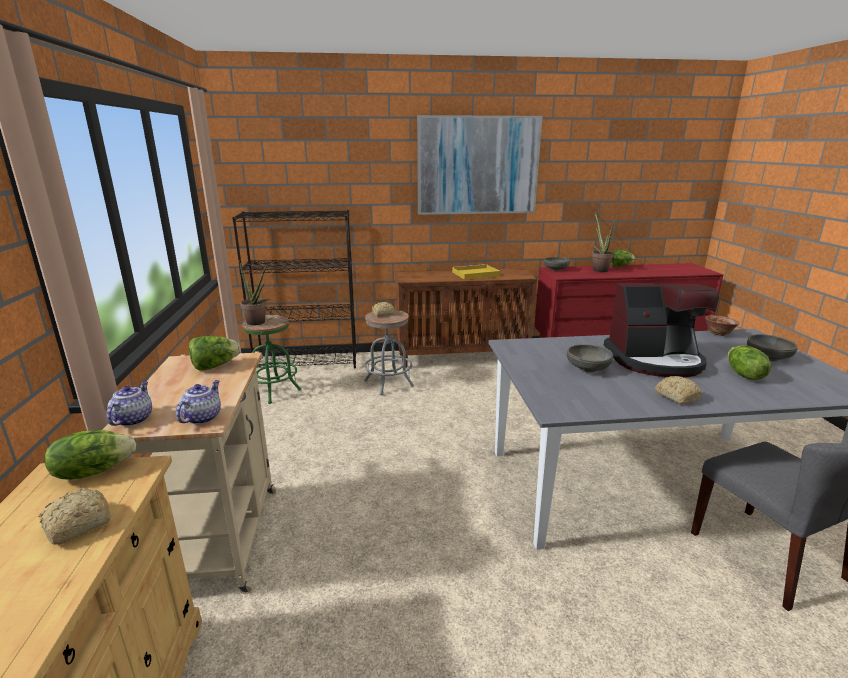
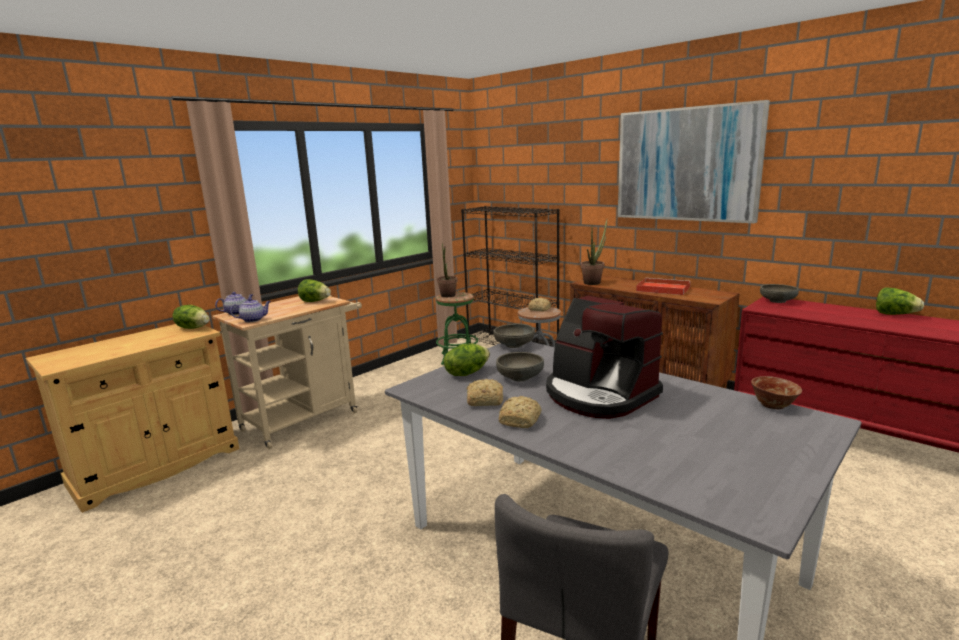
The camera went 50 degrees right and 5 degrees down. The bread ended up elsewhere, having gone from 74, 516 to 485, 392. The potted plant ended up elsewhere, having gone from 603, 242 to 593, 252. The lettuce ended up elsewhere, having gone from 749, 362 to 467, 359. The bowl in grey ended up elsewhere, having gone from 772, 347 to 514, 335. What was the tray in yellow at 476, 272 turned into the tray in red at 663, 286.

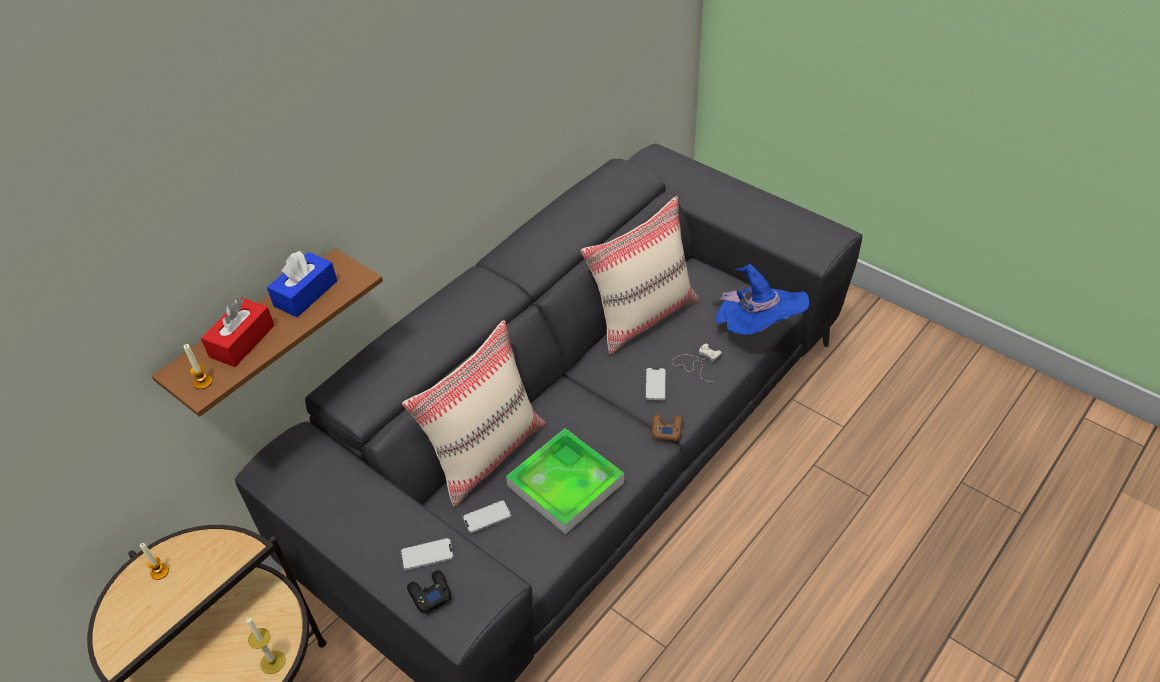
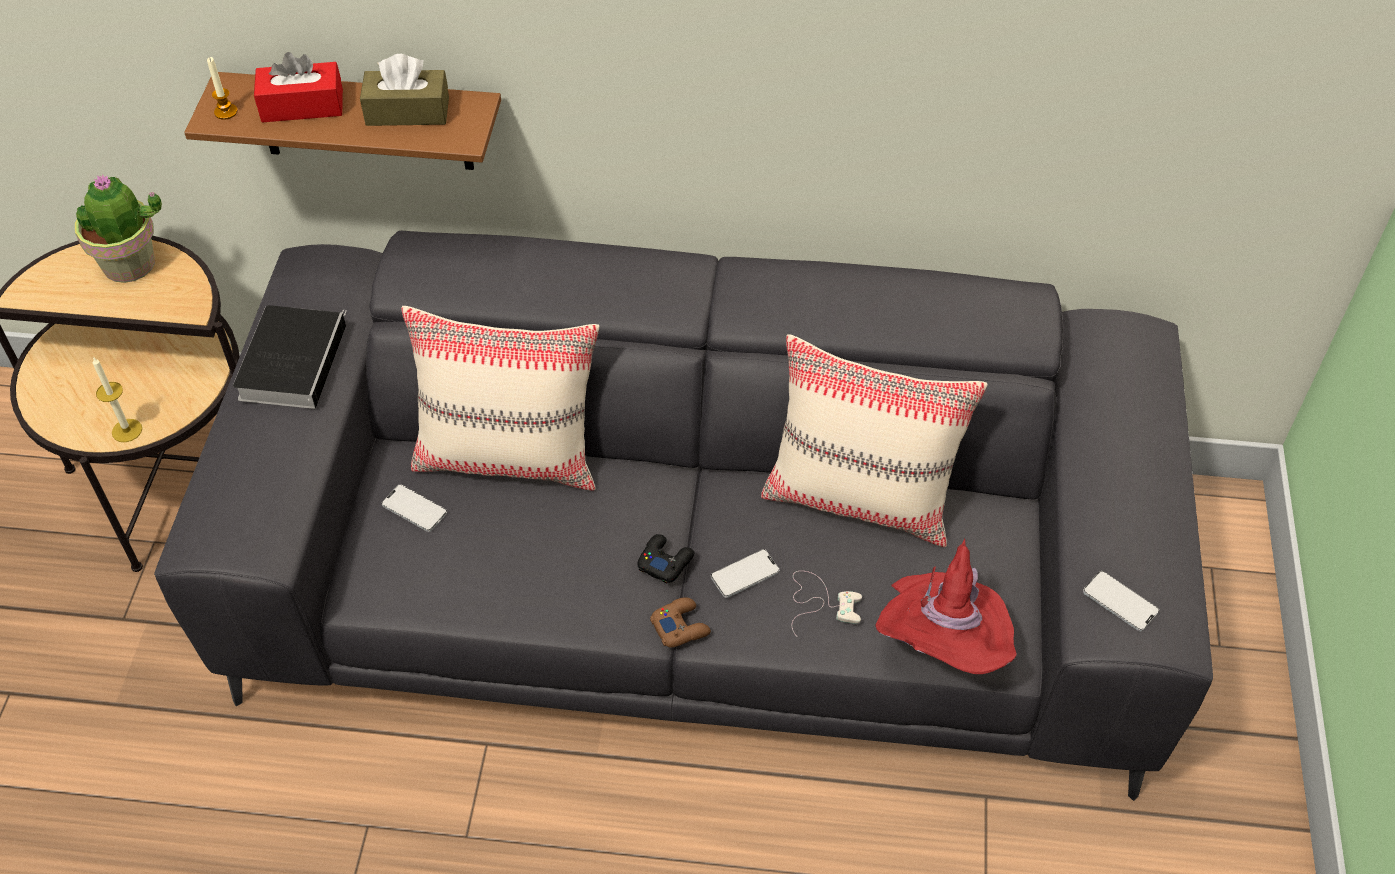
The camera went 55 degrees right and 5 degrees up. The second view lost the tray at 565, 481. The second view gained the book at 290, 357. The phone ended up elsewhere, having gone from 427, 554 to 1121, 601. The game controller in black ended up elsewhere, having gone from 429, 592 to 665, 558. Where the candle stood at 154, 561, the potted plant came to stand at 118, 228. What was the tissue box in blue at 302, 284 turned into the tissue box in brown at 404, 90. What was the hat in blue at 760, 299 turned into the hat in red at 946, 606.

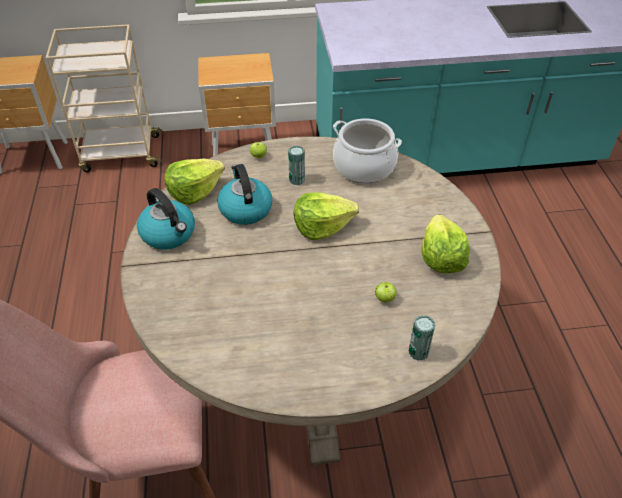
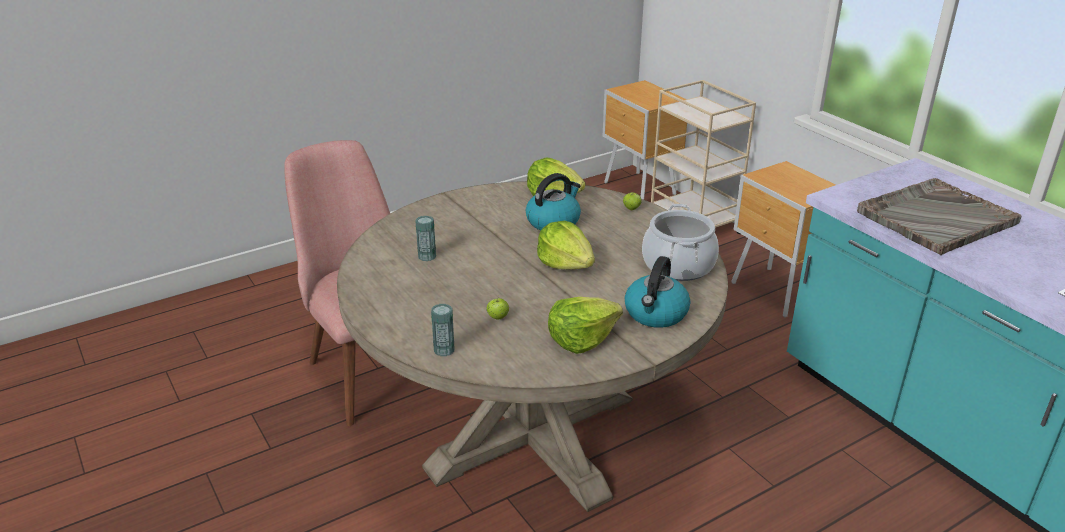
The camera went 65 degrees right and 15 degrees down. The second view gained the tray in grey at 939, 216. The kettle ended up elsewhere, having gone from 166, 219 to 657, 292. The can ended up elsewhere, having gone from 296, 165 to 425, 238.

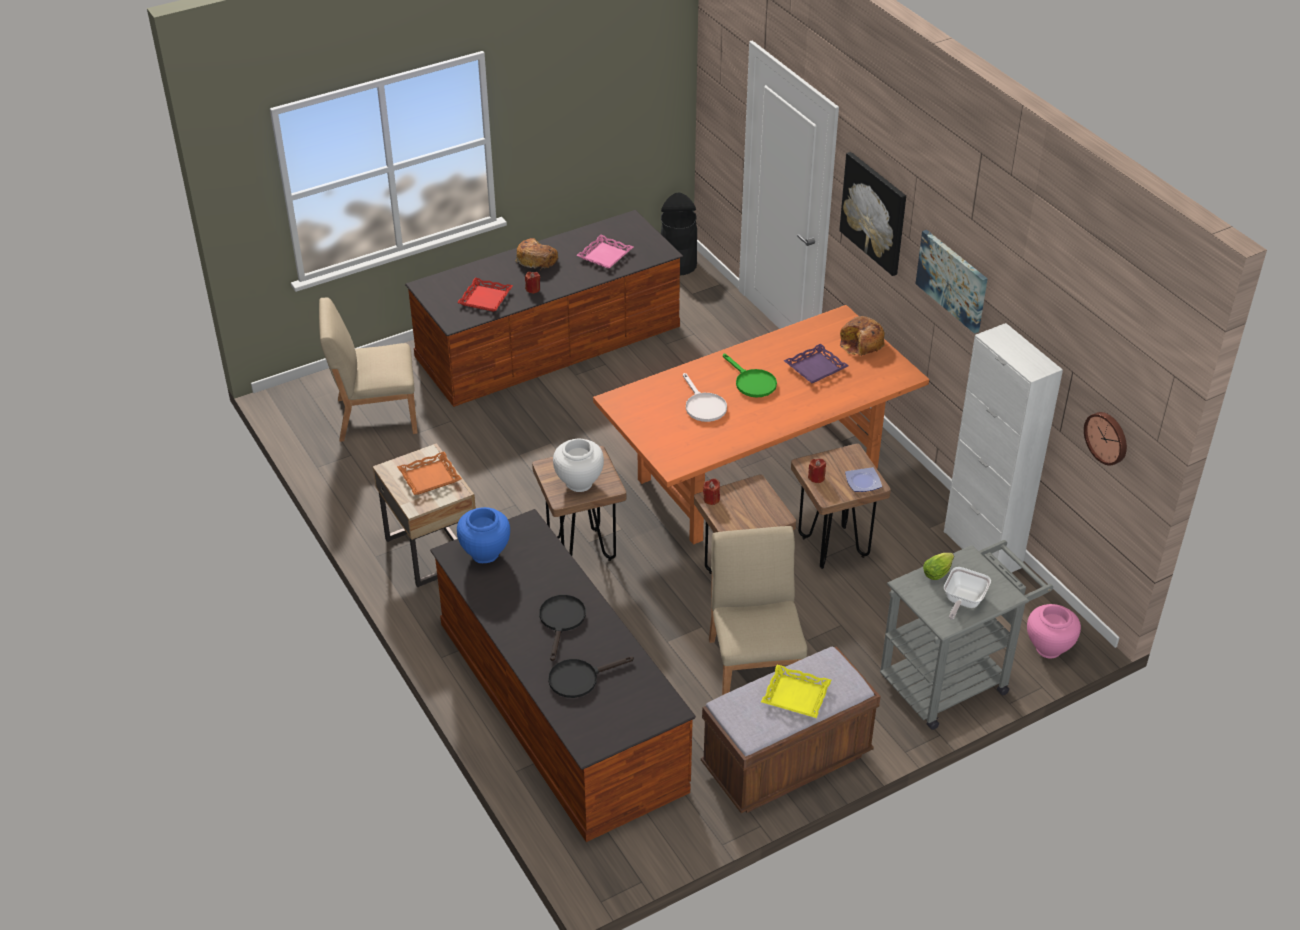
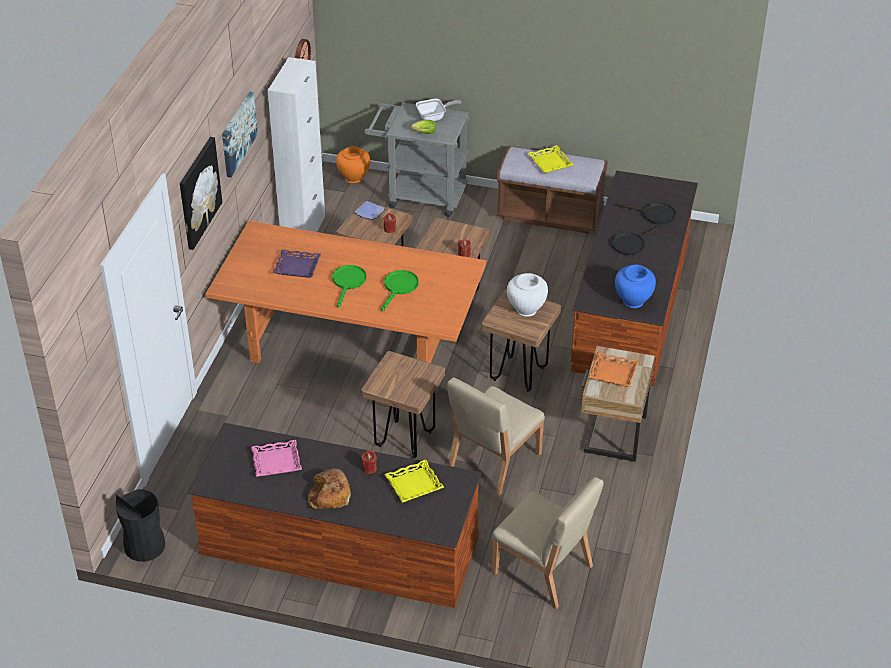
The camera went 135 degrees left and 0 degrees up. The second view lost the bread at 862, 336. The second view gained the stool in brown at 403, 404. The chair in beige ended up elsewhere, having gone from 758, 610 to 496, 436. What was the tray in red at 485, 295 turned into the tray in yellow at 414, 481. What was the frying pan in white at 705, 397 turned into the frying pan in green at 400, 290. What was the vase in pink at 1054, 631 turned into the vase in orange at 353, 165.

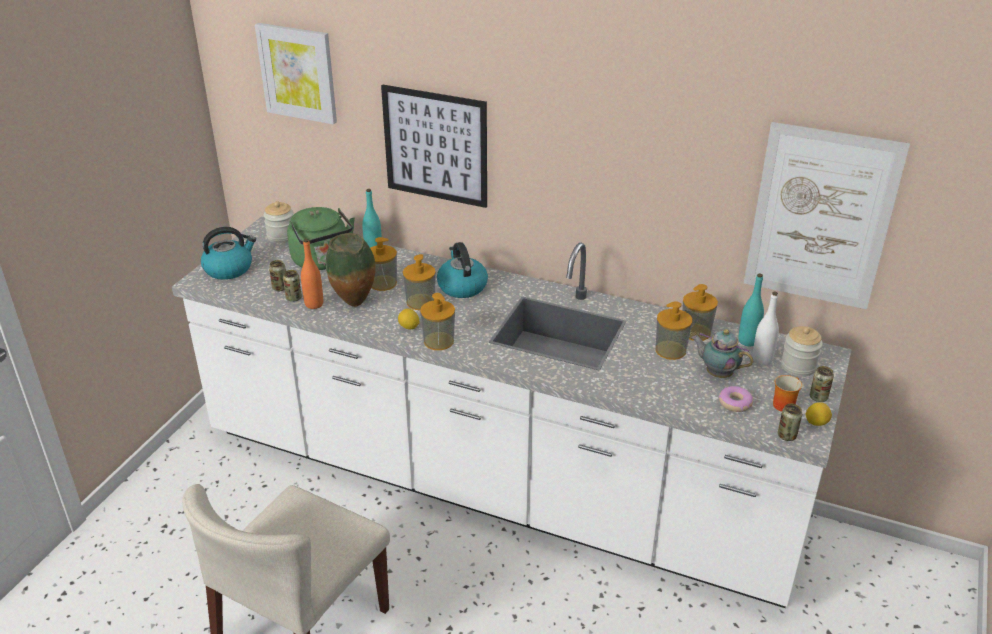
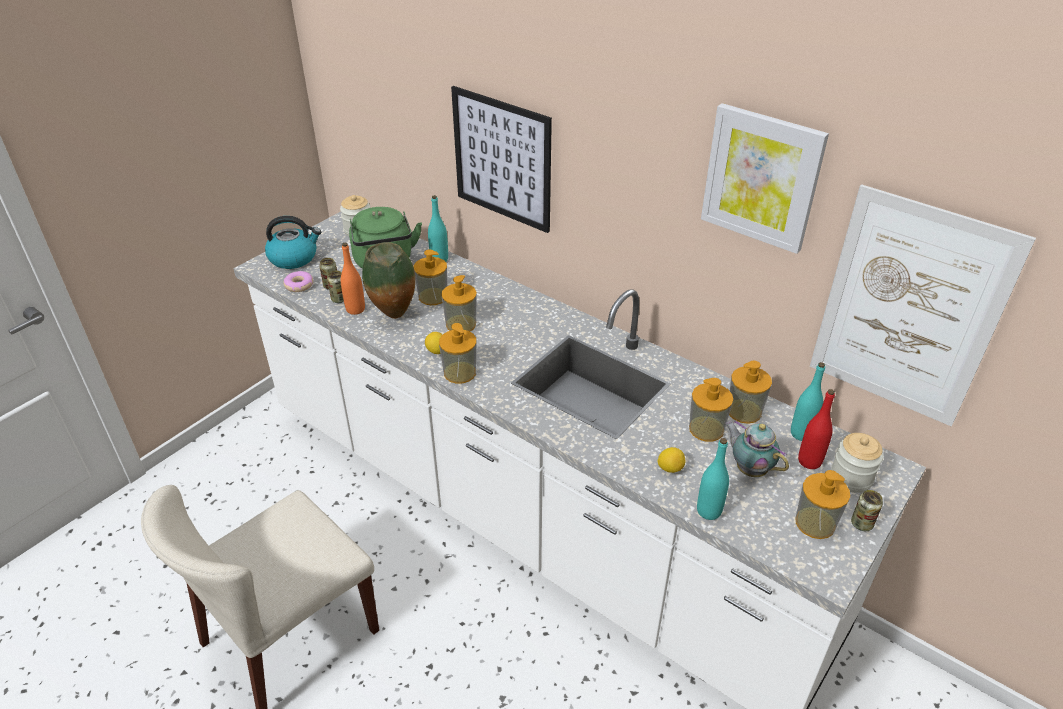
The camera went 15 degrees right and 5 degrees up. The second view lost the kettle at 462, 270. The second view lost the can at 790, 422. The second view gained the bottle in turquoise at 713, 479. The picture ended up elsewhere, having gone from 296, 73 to 765, 178. The donut ended up elsewhere, having gone from 736, 399 to 298, 281. The lemon ended up elsewhere, having gone from 818, 414 to 671, 460. Where the mug stood at 787, 393, the soap dispenser came to stand at 823, 504. What was the bottle in white at 765, 328 turned into the bottle in red at 816, 429.

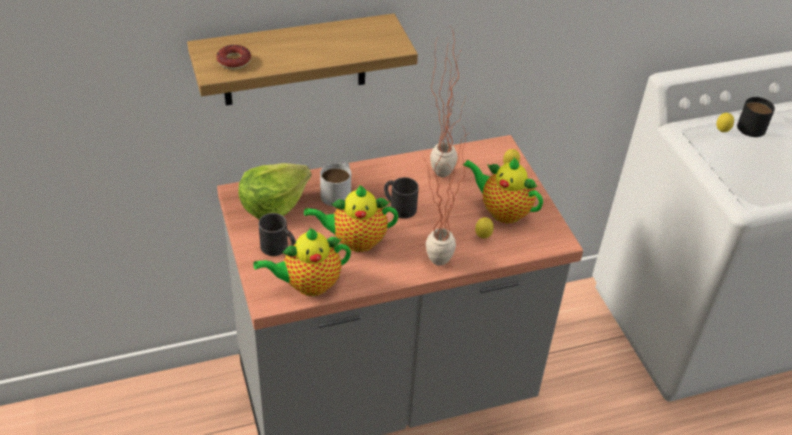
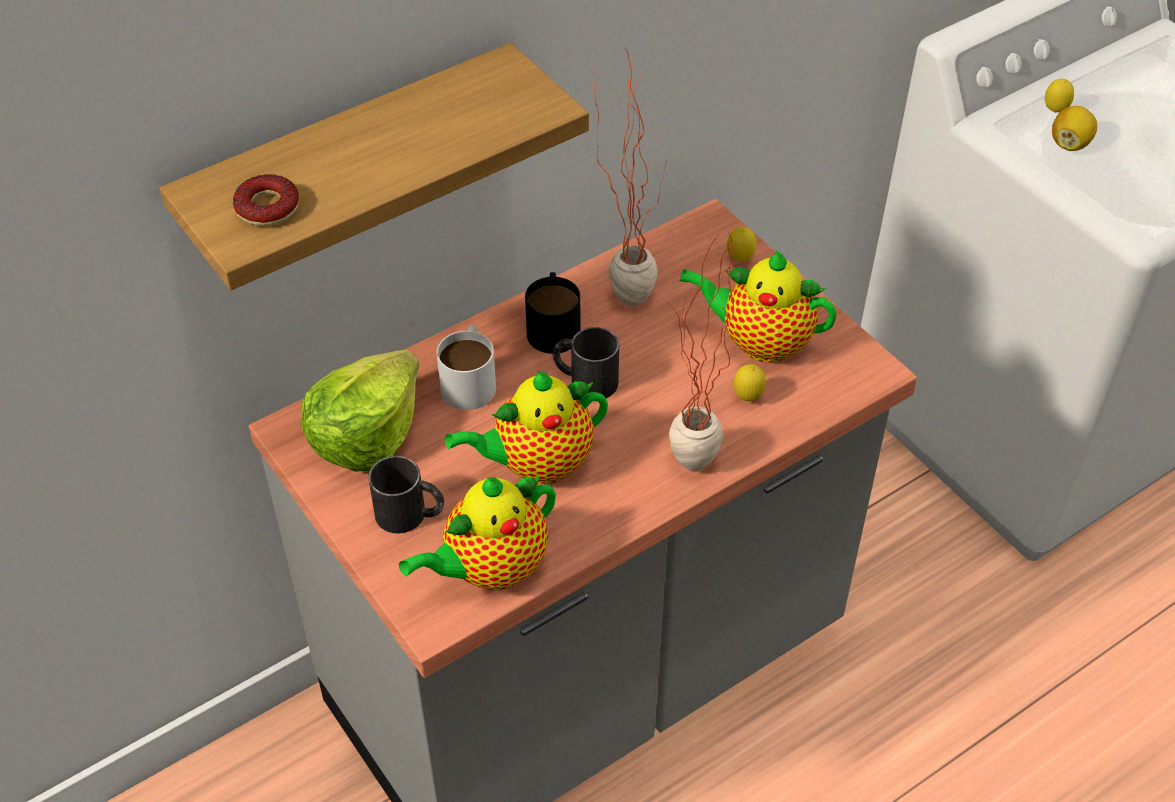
The camera went 15 degrees left and 5 degrees up. The second view gained the lemon at 1074, 128. The mug in black ended up elsewhere, having gone from 756, 117 to 552, 313.

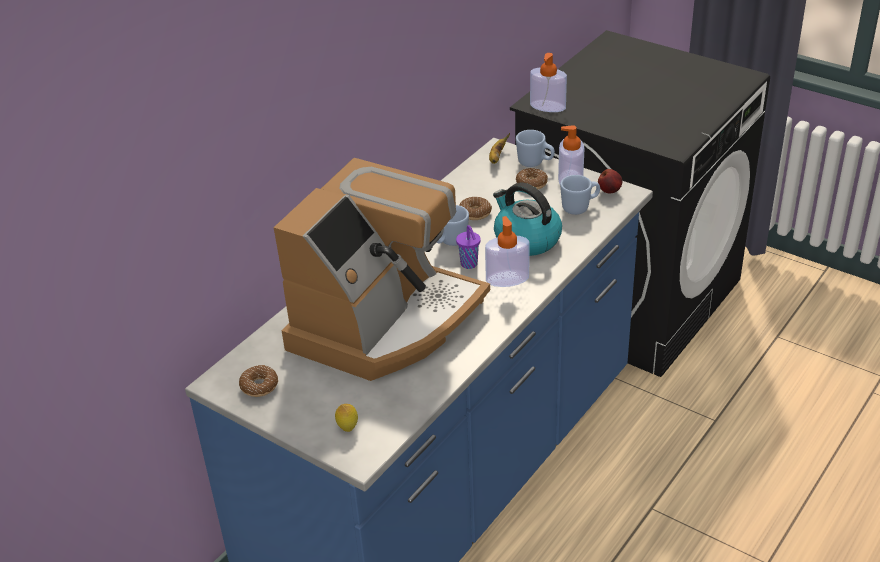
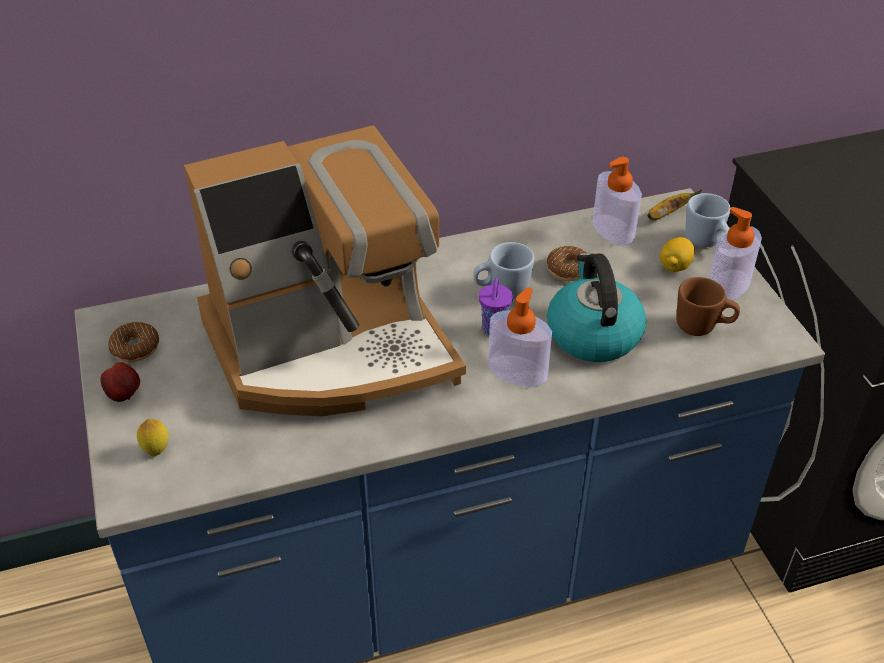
The camera went 35 degrees right and 5 degrees up. The soap dispenser ended up elsewhere, having gone from 548, 82 to 617, 201. The apple ended up elsewhere, having gone from 610, 181 to 120, 382. Where the donut stood at 532, 178, the lemon came to stand at 677, 254. What was the mug in blue at 580, 195 turned into the mug in brown at 708, 306.

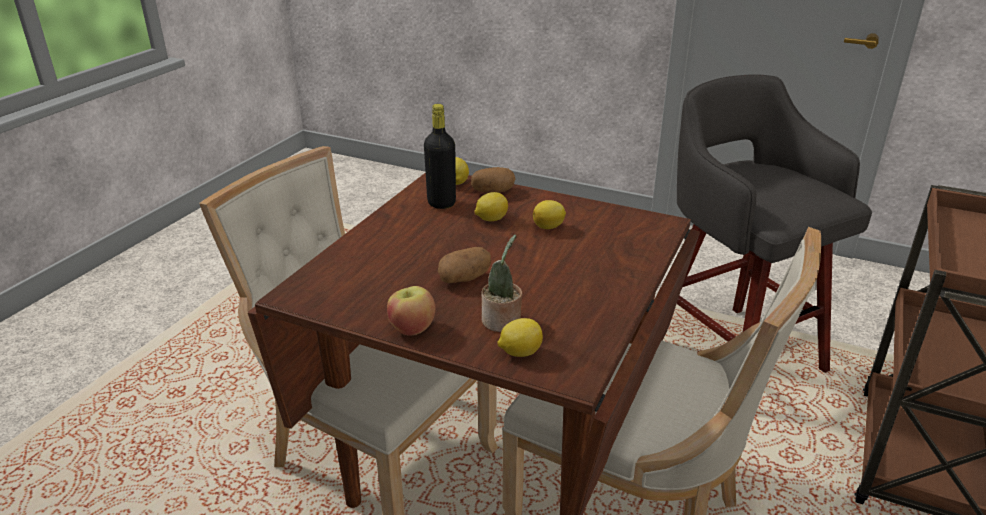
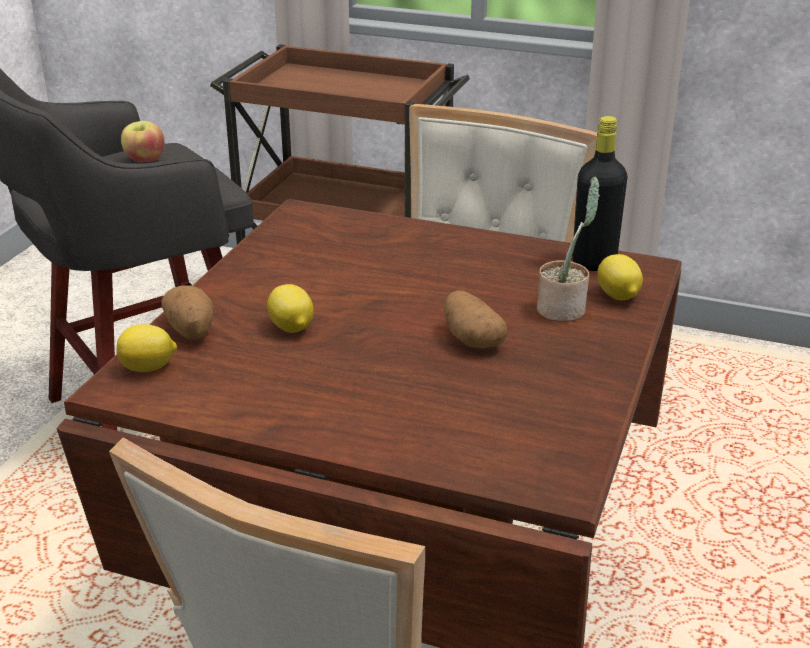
The camera went 95 degrees left and 0 degrees up. The second view lost the lemon at 549, 214. The apple ended up elsewhere, having gone from 411, 311 to 143, 141. The bottle in black ended up elsewhere, having gone from 440, 156 to 599, 193.

